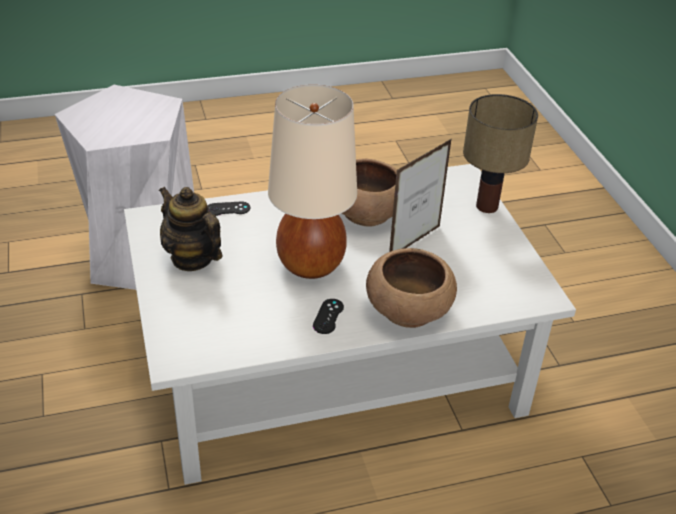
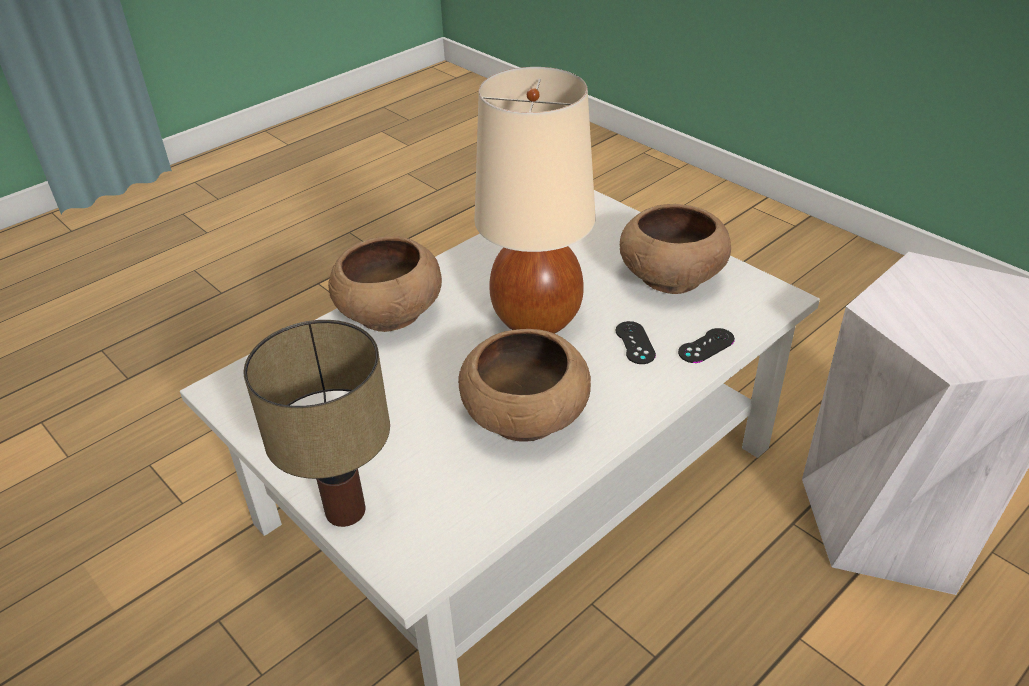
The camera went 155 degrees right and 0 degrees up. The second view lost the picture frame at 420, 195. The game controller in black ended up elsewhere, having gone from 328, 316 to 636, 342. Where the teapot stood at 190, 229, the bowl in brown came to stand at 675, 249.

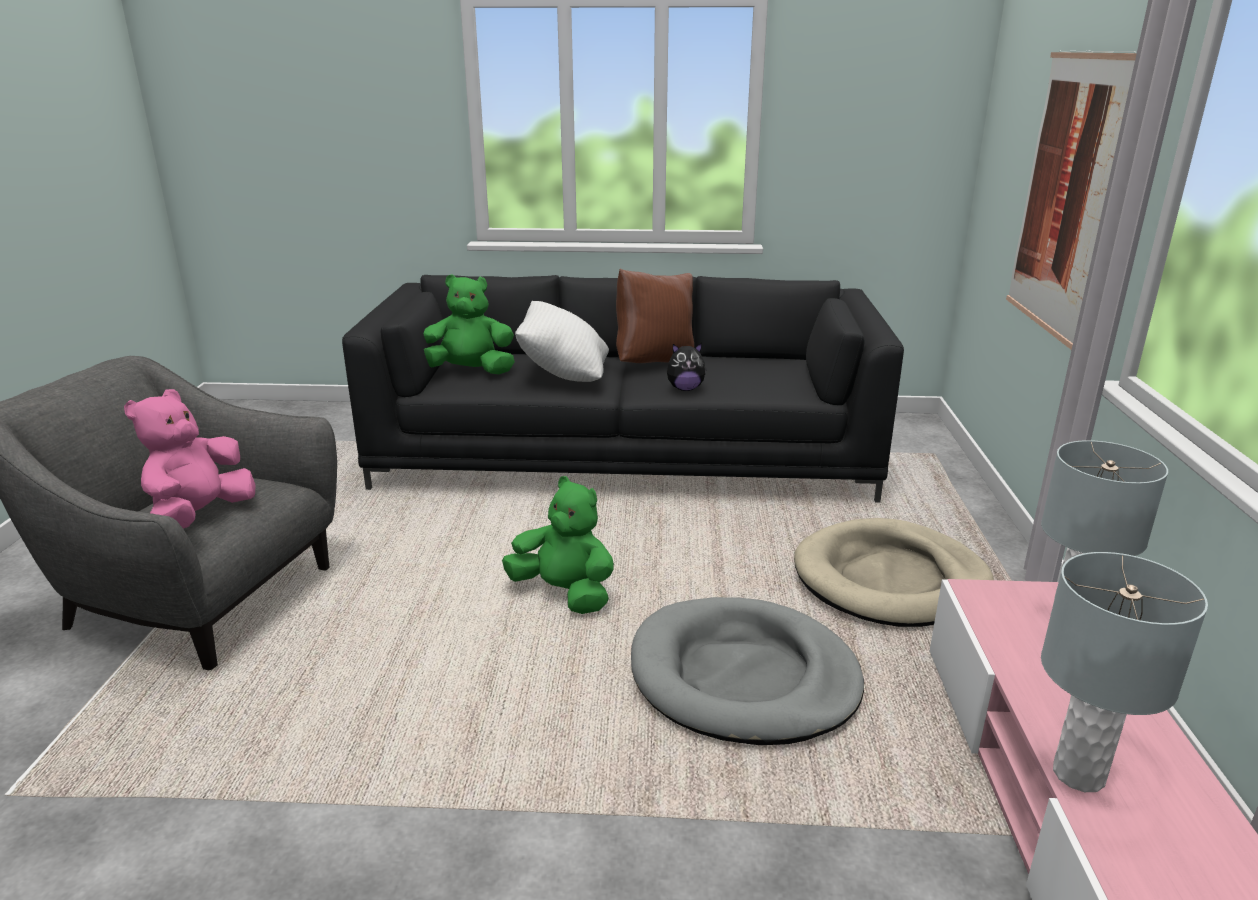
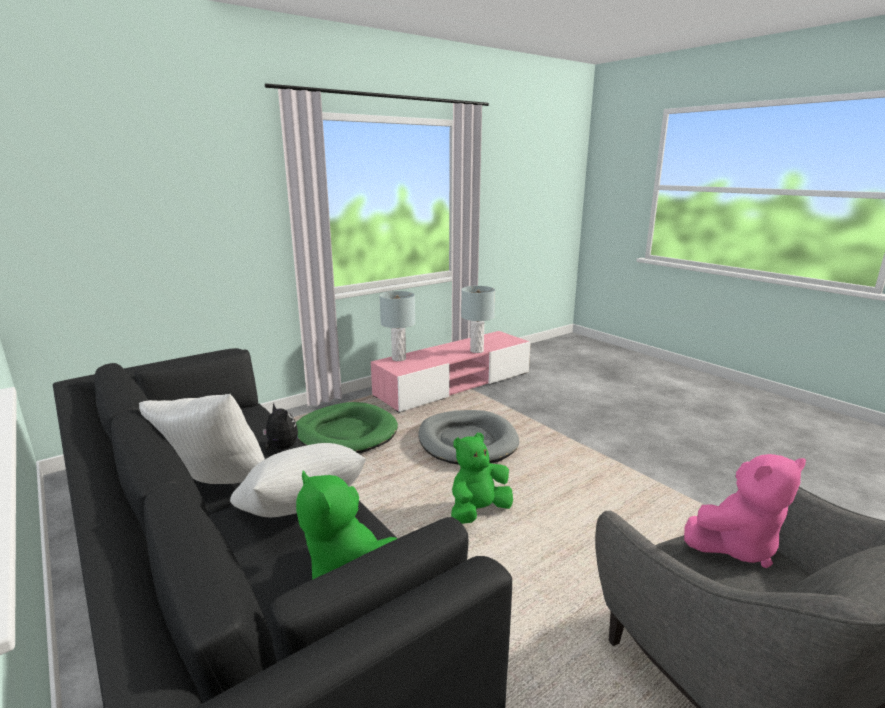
The camera went 130 degrees left and 5 degrees down. The second view lost the picture at 1071, 200. What was the pillow in brown at 655, 316 turned into the pillow in white at 202, 439. What was the dog bed in beige at 894, 572 turned into the dog bed in green at 347, 428. The plush toy in green at 558, 545 ended up facing another way, 60 degrees clockwise from before.

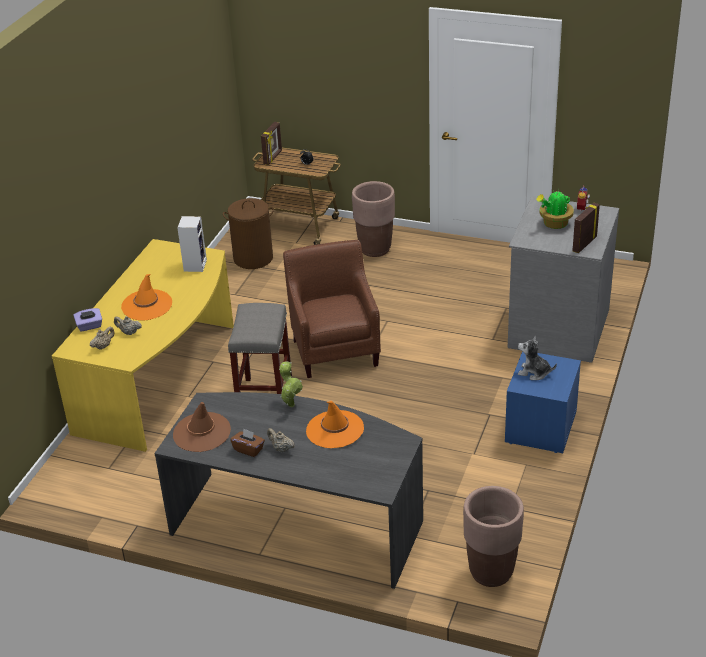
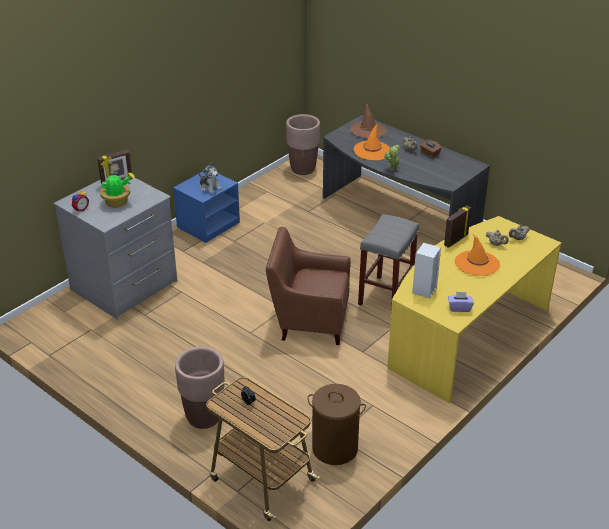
The camera went 160 degrees left and 0 degrees up. The tissue box in purple ended up elsewhere, having gone from 87, 320 to 461, 302. The hat in brown ended up elsewhere, having gone from 202, 427 to 368, 120. The picture frame ended up elsewhere, having gone from 271, 143 to 457, 227. The armchair in brown at 332, 309 ended up facing another way, 90 degrees clockwise from before.

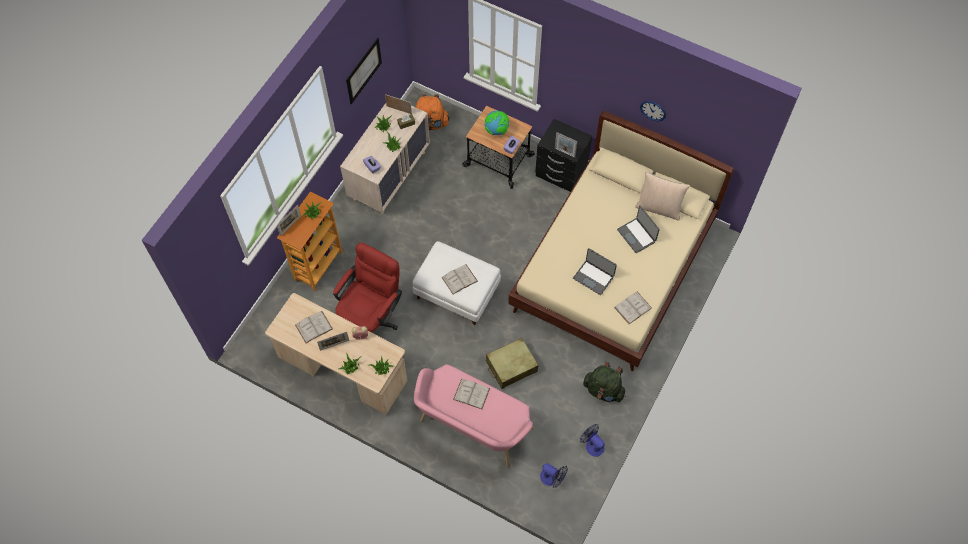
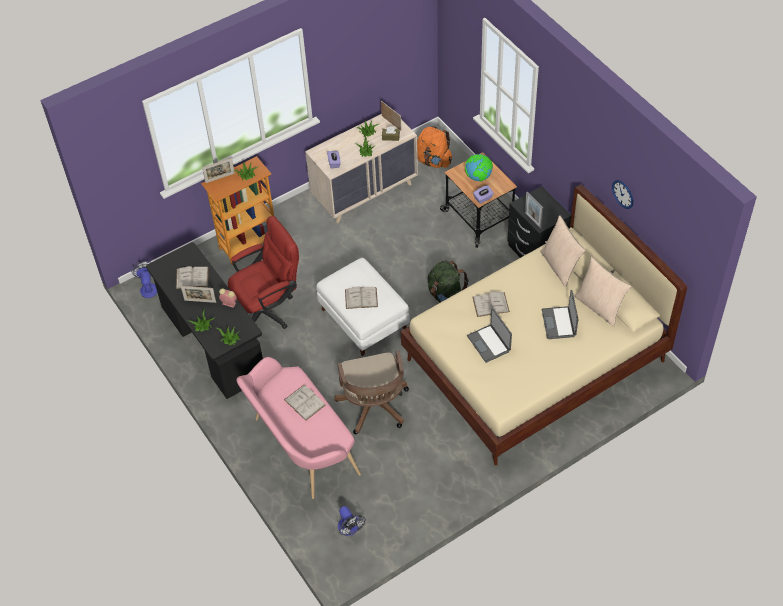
The camera went 30 degrees right and 10 degrees down. The second view lost the picture at 364, 71. The second view gained the pillow in beige at 563, 251. The fan ended up elsewhere, having gone from 592, 440 to 144, 279. The backpack in green ended up elsewhere, having gone from 604, 382 to 448, 281. The book in white ended up elsewhere, having gone from 633, 308 to 491, 304. Where the suitcase in beige stood at 512, 363, the office chair in brown came to stand at 371, 392. What was the desk in beige at 336, 353 turned into the desk in black at 204, 320.

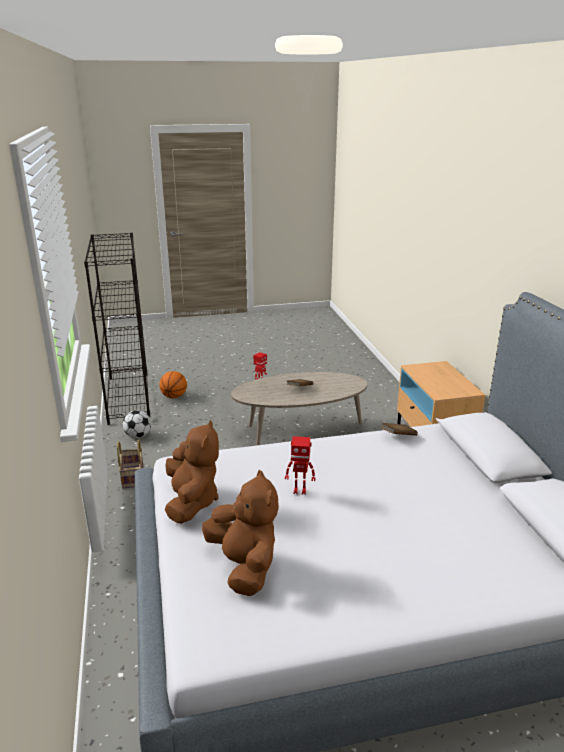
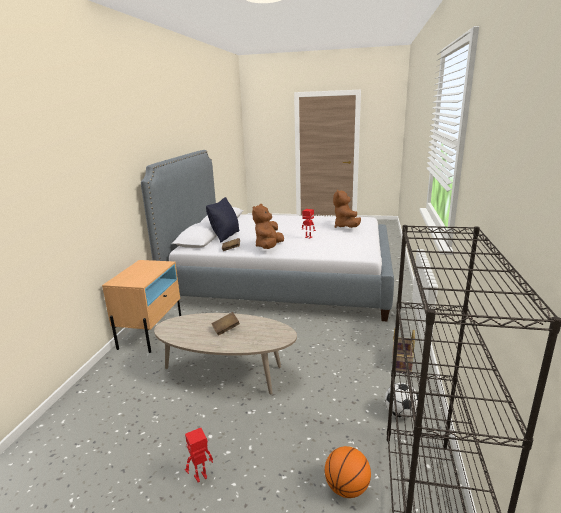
The camera went 155 degrees left and 5 degrees down. The second view gained the pillow in black at 223, 220. The plush toy in brown ended up elsewhere, having gone from 192, 472 to 268, 226.

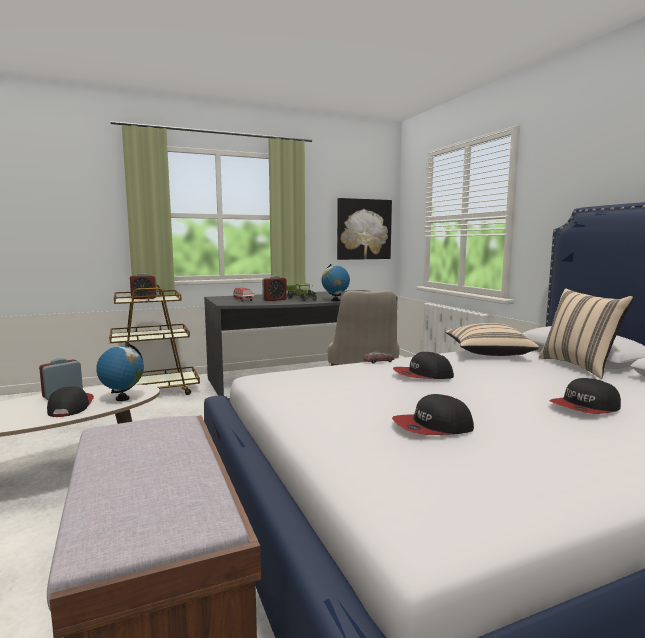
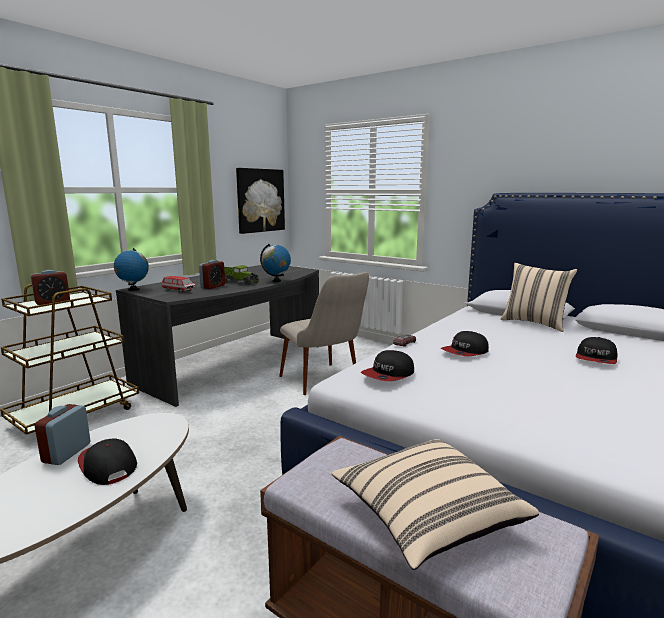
The camera went 30 degrees left and 5 degrees up. The globe ended up elsewhere, having gone from 120, 372 to 131, 269. The cap ended up elsewhere, having gone from 433, 414 to 387, 365. The pillow in beige ended up elsewhere, having gone from 492, 339 to 435, 504.

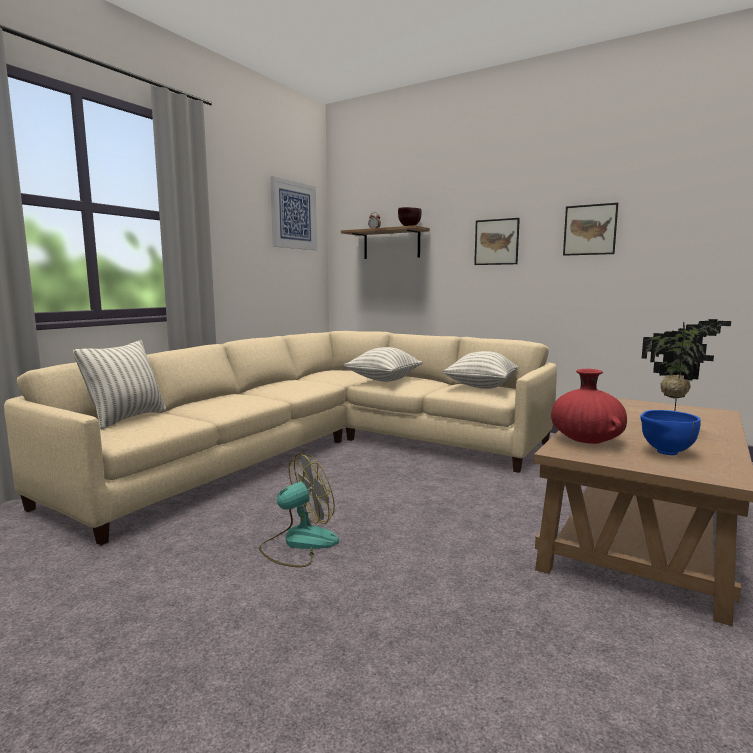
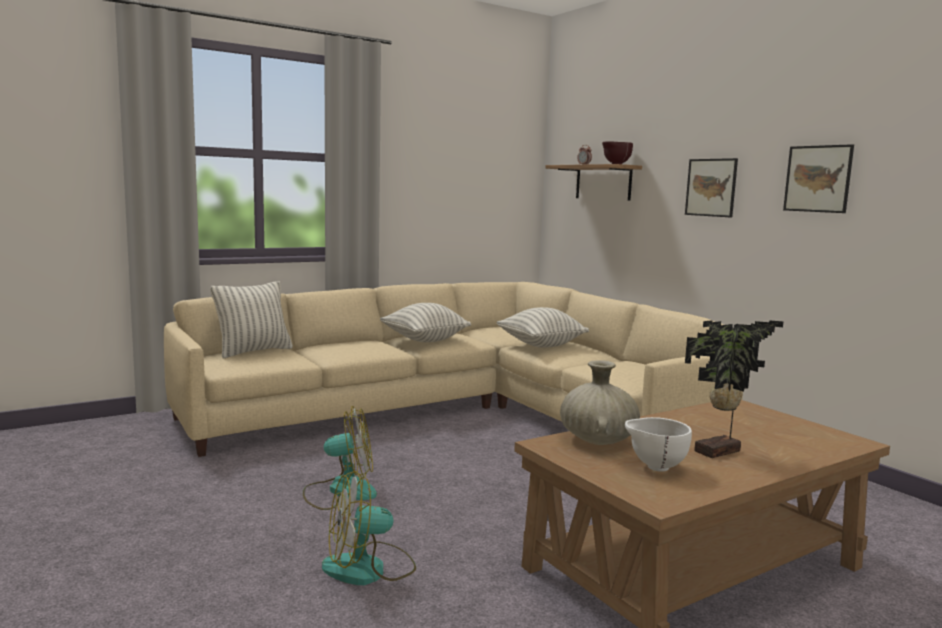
The camera went 25 degrees right and 0 degrees up. The second view lost the picture at 293, 213. The second view gained the fan at 369, 528. The pillow ended up elsewhere, having gone from 481, 370 to 425, 322. What was the vase in red at 589, 406 turned into the vase in beige at 600, 402. What was the bowl in blue at 670, 432 turned into the bowl in white at 658, 444.

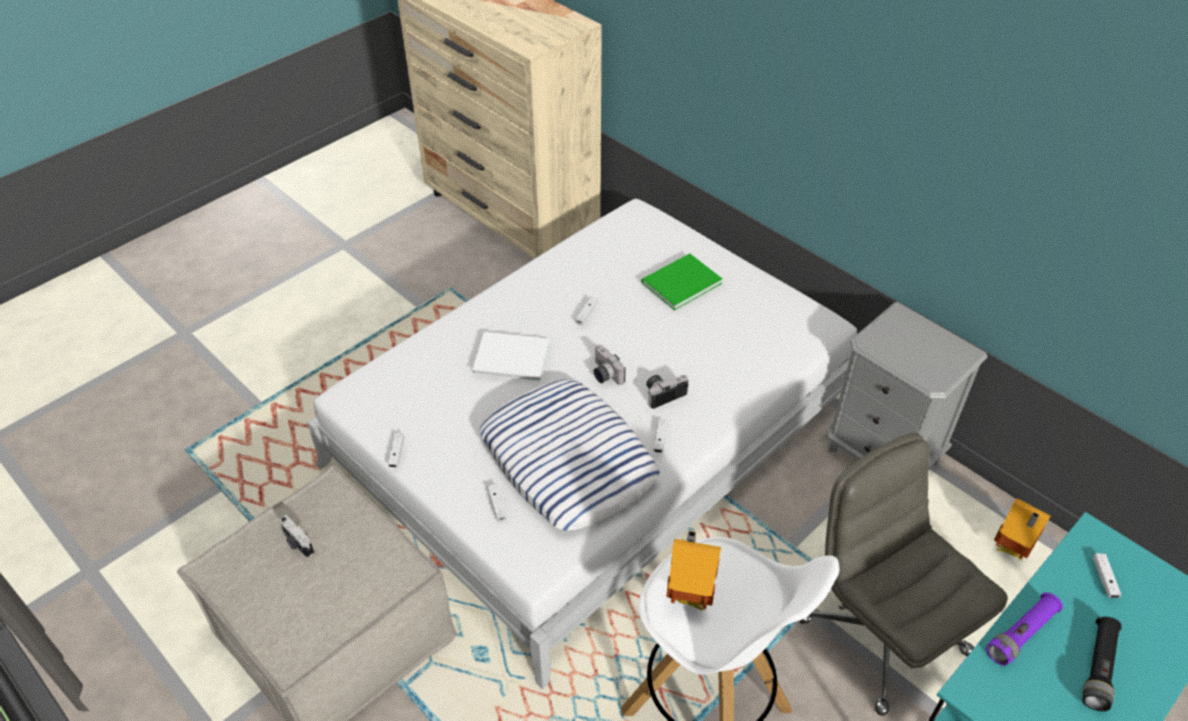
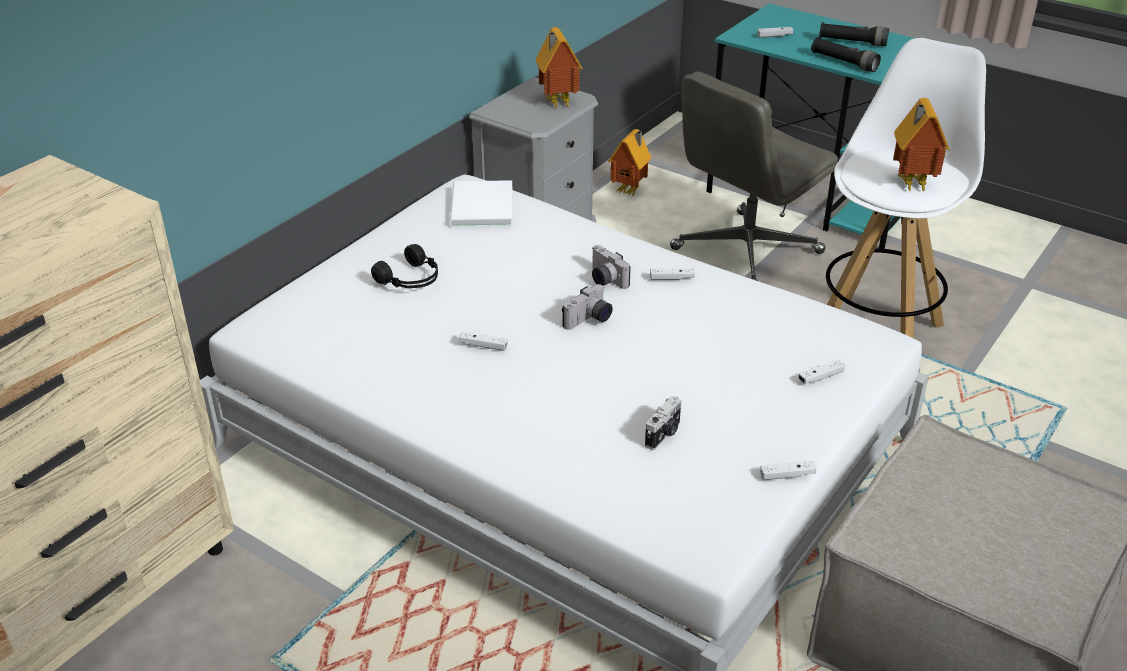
The camera went 100 degrees left and 10 degrees down. The second view lost the pillow at 569, 455. The second view gained the toy house at 559, 68. The photo camera ended up elsewhere, having gone from 297, 536 to 663, 423. The book in white ended up elsewhere, having gone from 511, 357 to 481, 203. Where the book in green stood at 681, 281, the headphones in black came to stand at 404, 266. What was the flashlight in purple at 1024, 629 turned into the flashlight in black at 846, 54.

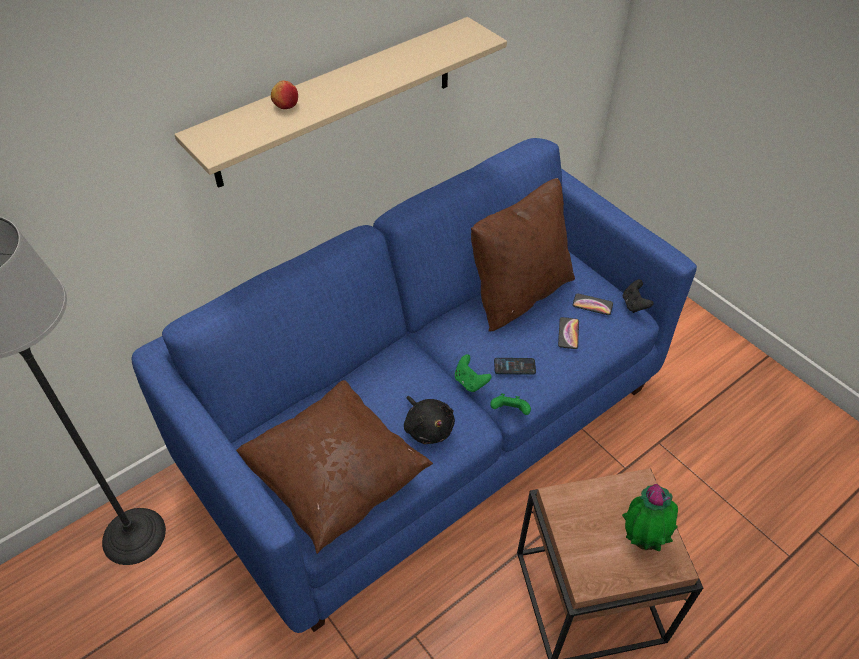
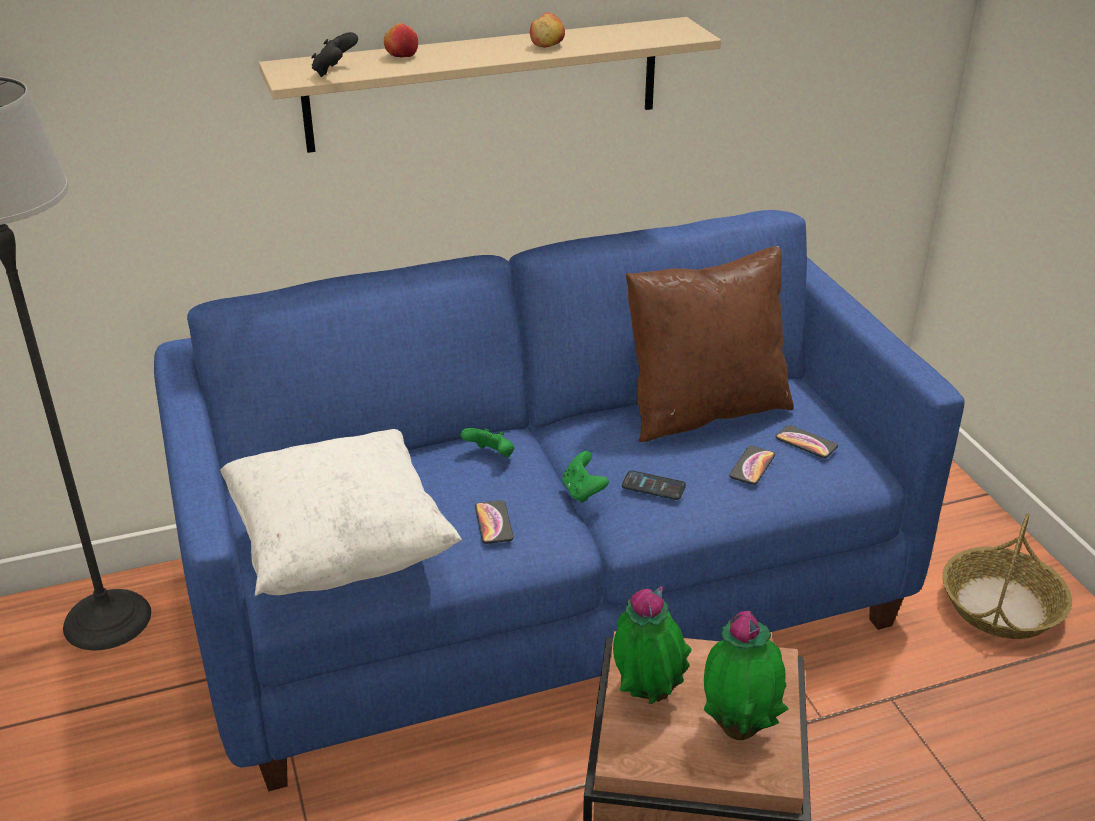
The camera went 20 degrees right and 15 degrees down. The second view gained the apple at 547, 30. The second view gained the potted plant at 652, 645. The second view gained the basket at 1007, 576. The game controller in green ended up elsewhere, having gone from 510, 404 to 487, 442. The game controller in black ended up elsewhere, having gone from 638, 296 to 334, 54. Where the plush toy in black stood at 429, 420, the phone came to stand at 494, 522. What was the pillow in brown at 334, 467 turned into the pillow in white at 341, 512.

